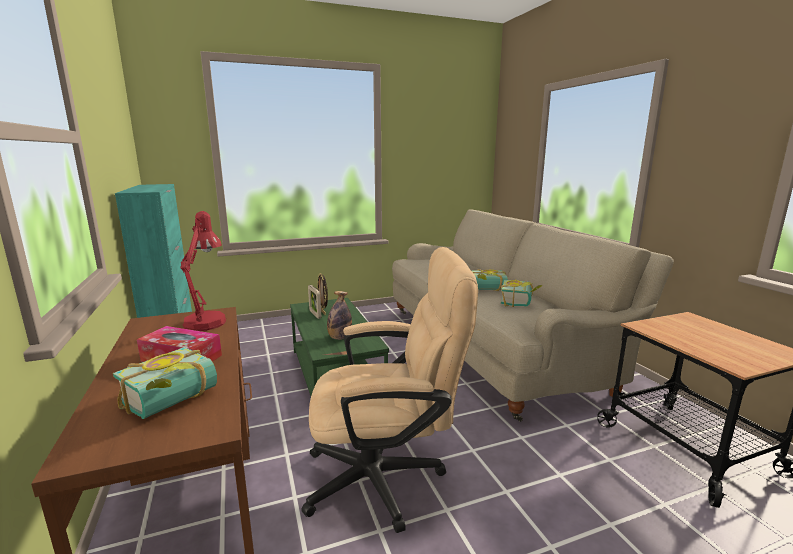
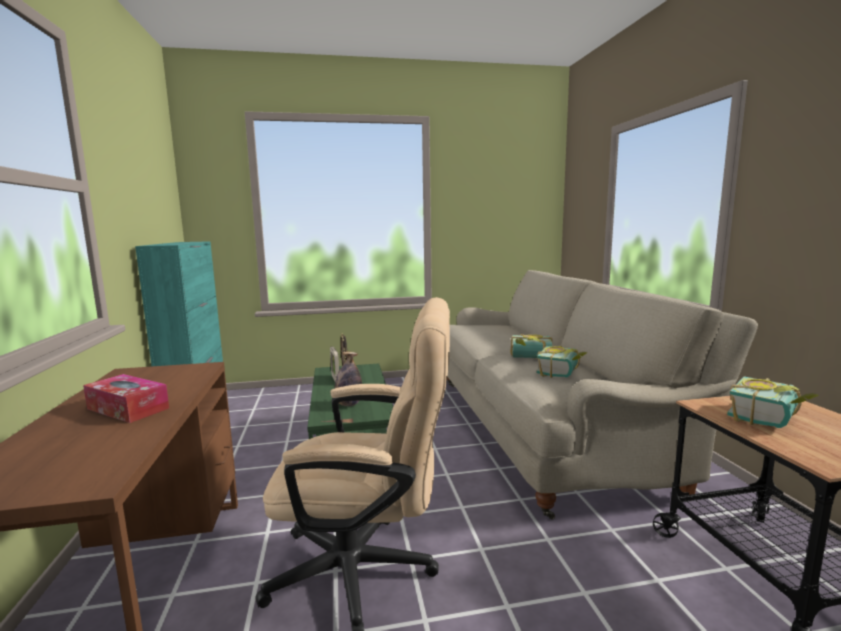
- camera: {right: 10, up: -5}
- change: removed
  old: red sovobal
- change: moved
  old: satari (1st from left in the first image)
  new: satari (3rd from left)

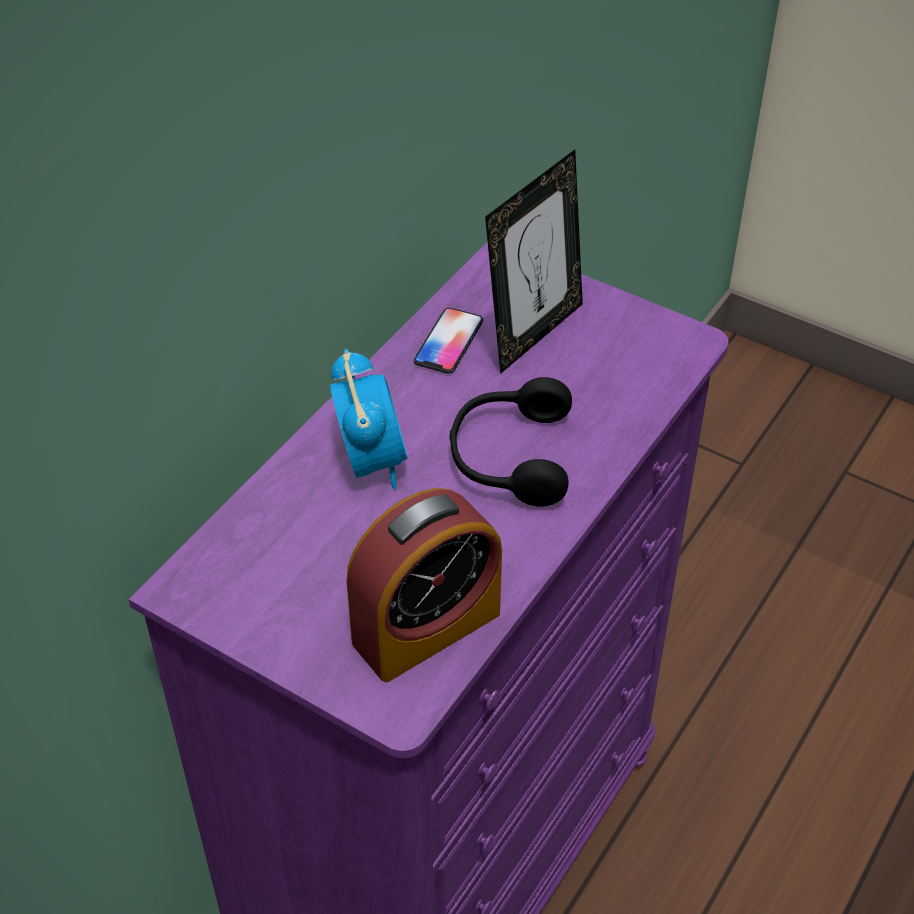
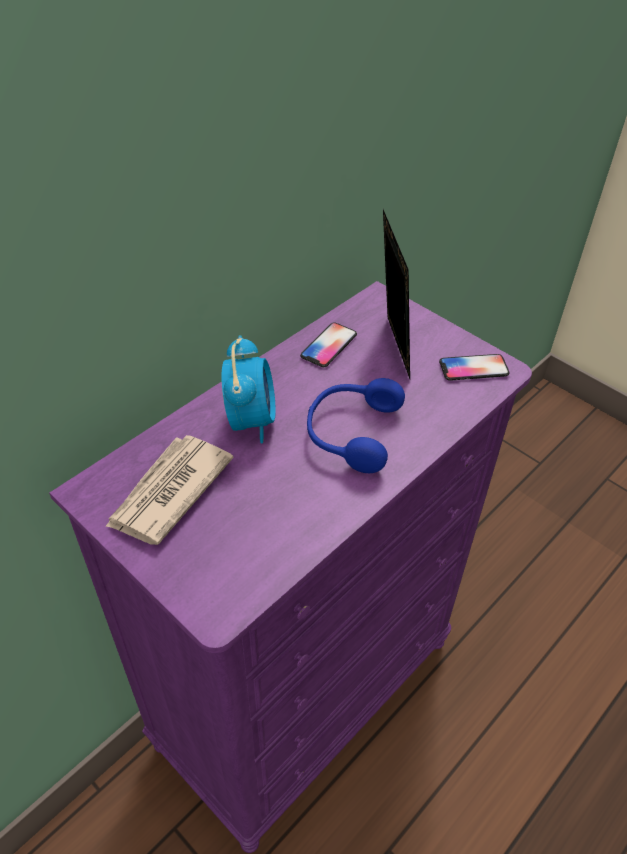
- camera: {right: 10, up: 0}
- change: turned
  old: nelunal
  degrees: -60
- change: recoloured
  old: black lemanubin
  new: blue lemanubin
- change: removed
  old: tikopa (2nd from left)
- change: added
  new: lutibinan (2nd from left)
- change: added
  new: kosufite

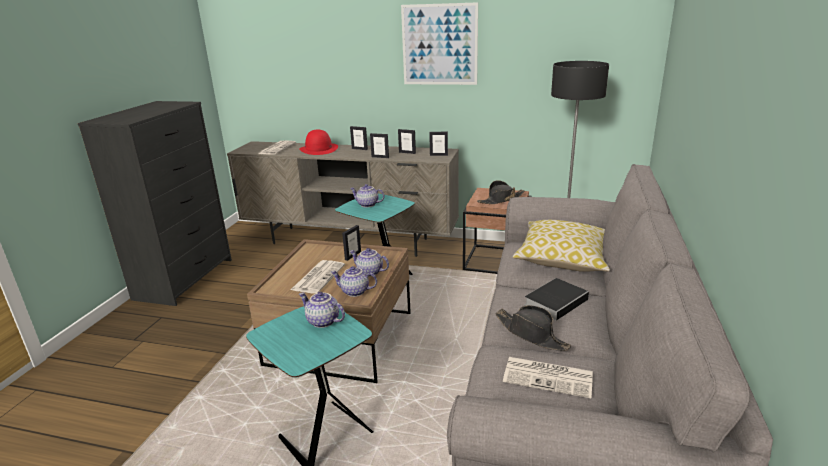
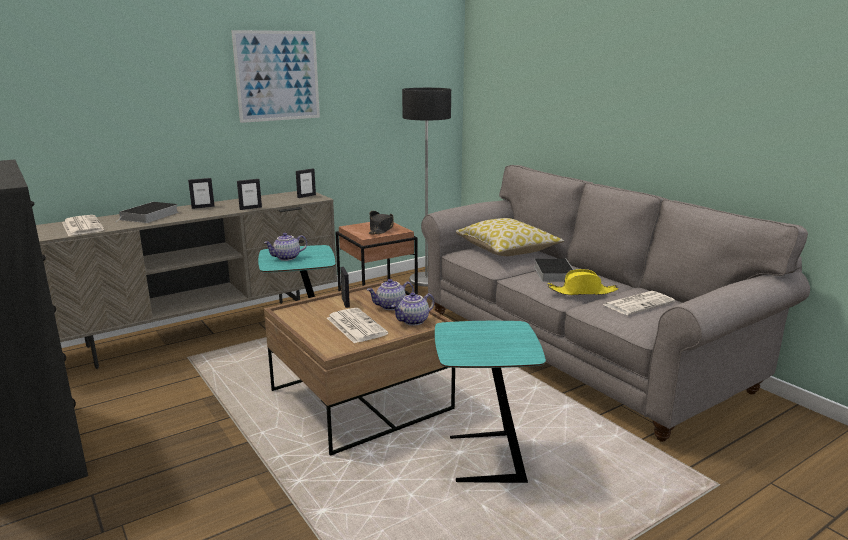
- camera: {right: -50, up: -5}
- change: removed
  old: nelunal (4th from left)
- change: replaced
  old: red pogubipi
  new: satari (1st from left)
- change: removed
  old: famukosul (1st from left)
- change: recoloured
  old: black pogubipi (2nd from left)
  new: yellow pogubipi

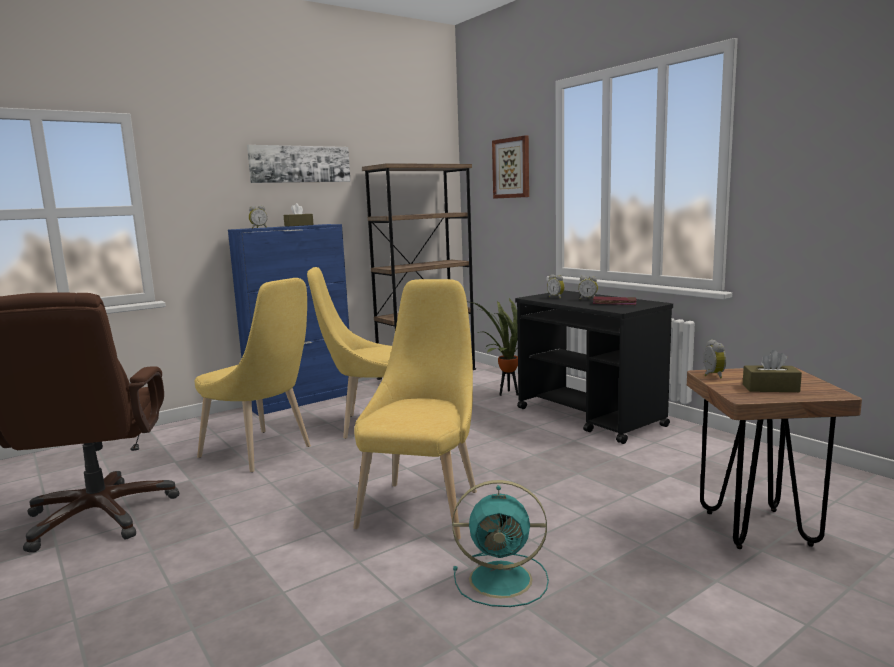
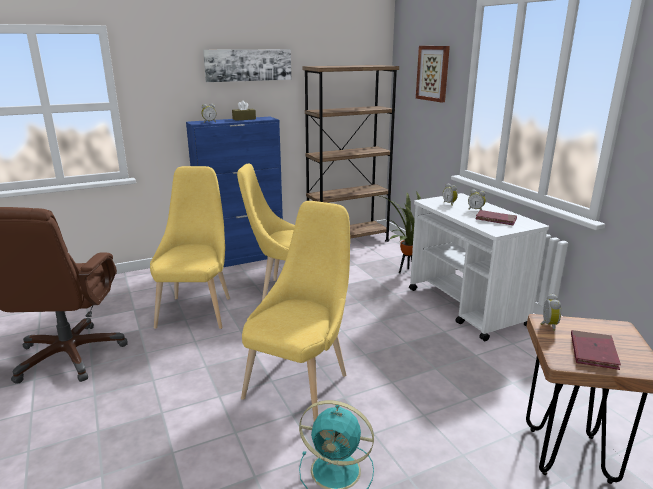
- camera: {right: 10, up: 10}
- change: turned
  old: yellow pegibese (1st from left)
  degrees: -135
- change: recoloured
  old: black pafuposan
  new: white pafuposan
- change: replaced
  old: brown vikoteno (2nd from left)
  new: red satari (2nd from left)

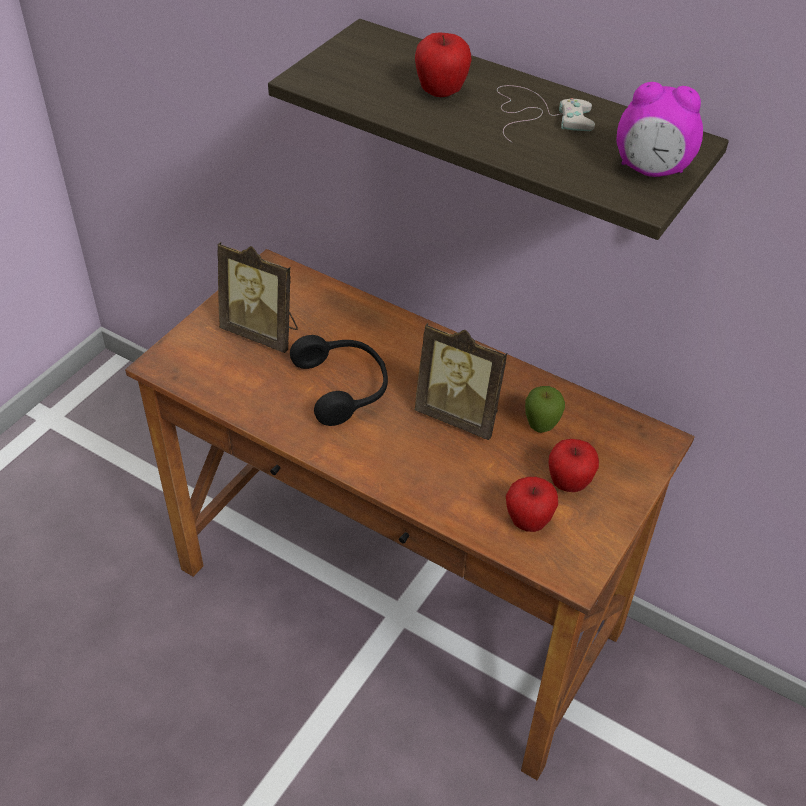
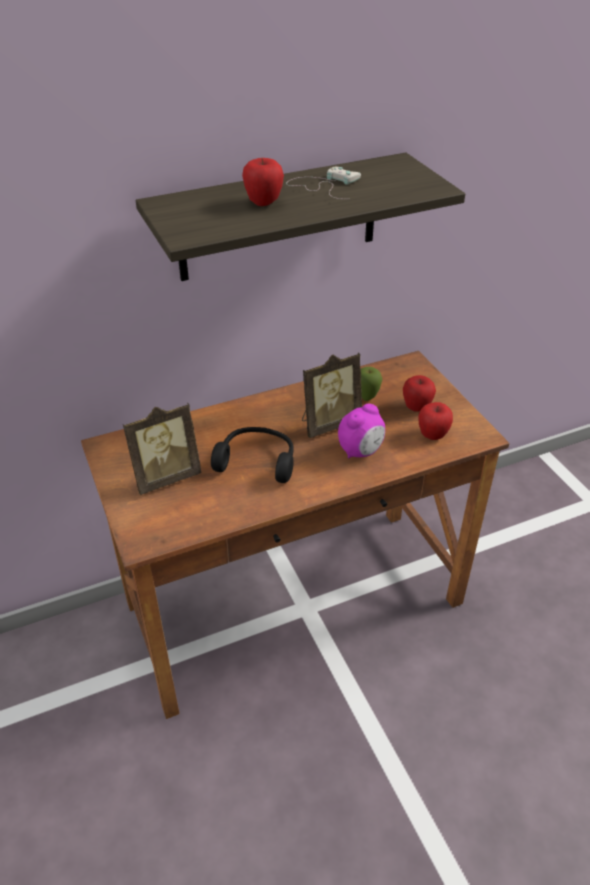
- camera: {right: -55, up: -5}
- change: moved
  old: tikopa

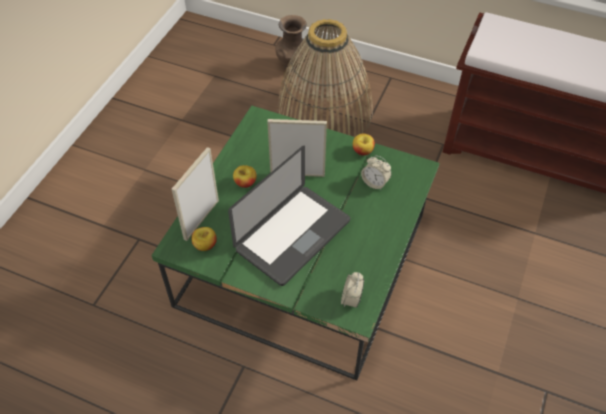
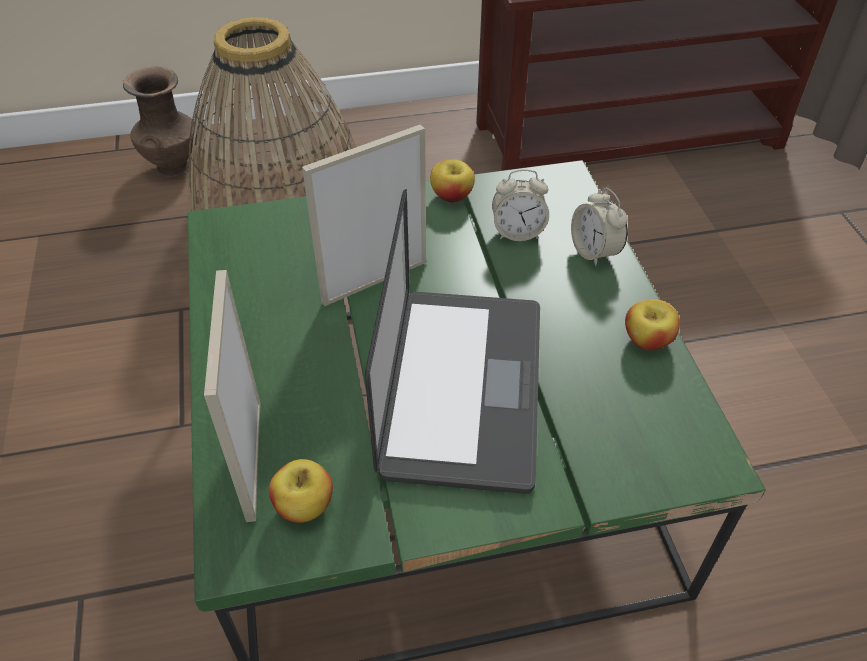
- camera: {right: -35, up: -5}
- change: moved
  old: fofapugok (2nd from left in the first image)
  new: fofapugok (3rd from left)
- change: moved
  old: tikopa (1st from left in the first image)
  new: tikopa (2nd from left)

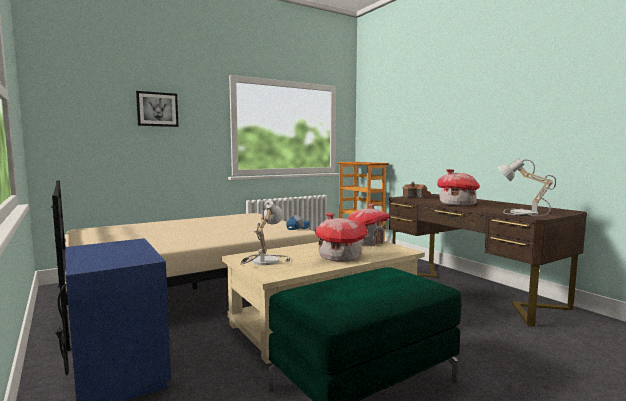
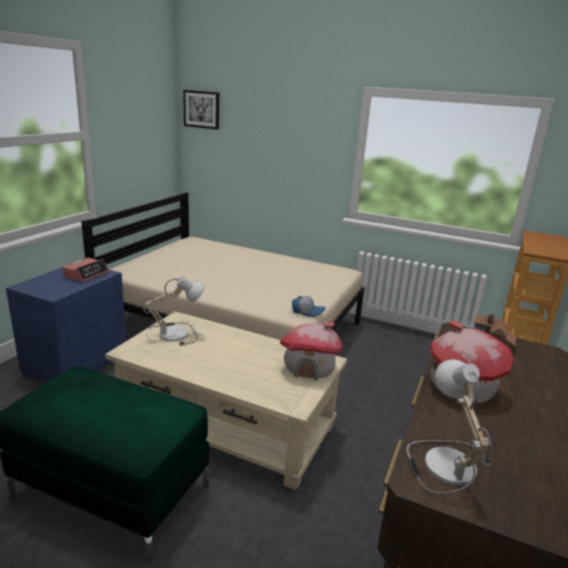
- camera: {right: 55, up: 15}
- change: moved
  old: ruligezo
- change: removed
  old: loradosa (1st from left)
- change: added
  new: tikopa

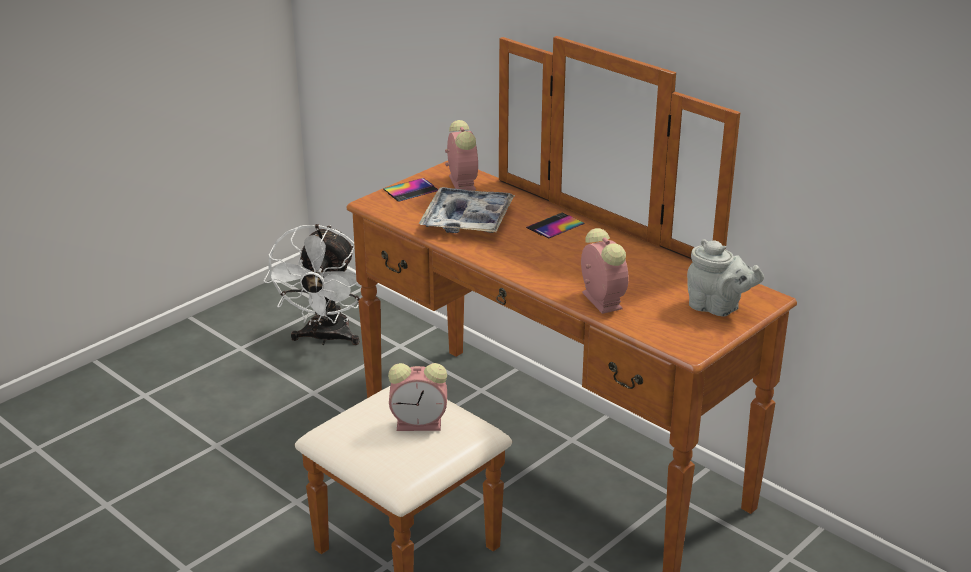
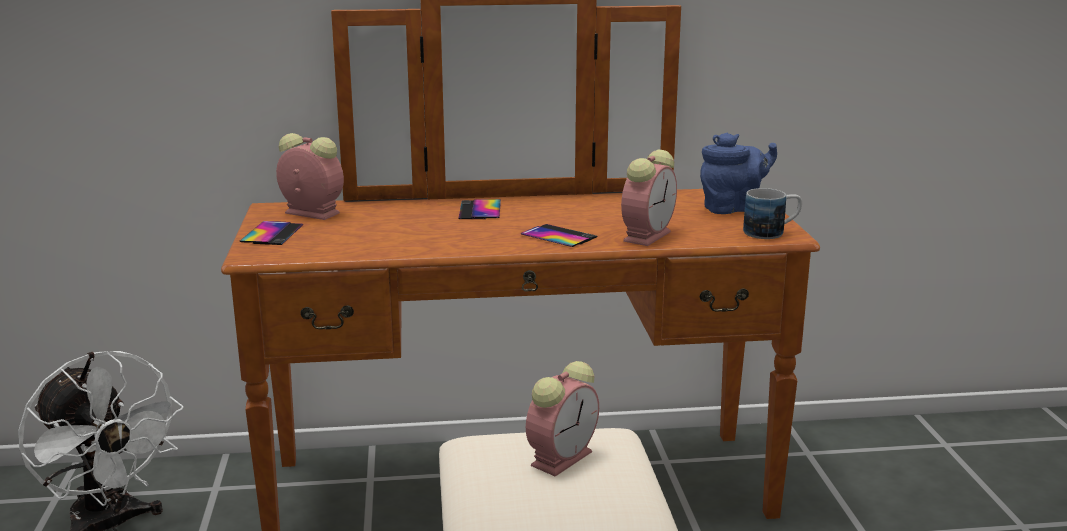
- camera: {right: -50, up: -10}
- change: removed
  old: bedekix
- change: turned
  old: tikopa (3rd from left)
  degrees: 105
- change: recoloured
  old: grey famukosul
  new: blue famukosul
- change: added
  new: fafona
- change: added
  new: lutibinan (3rd from left)

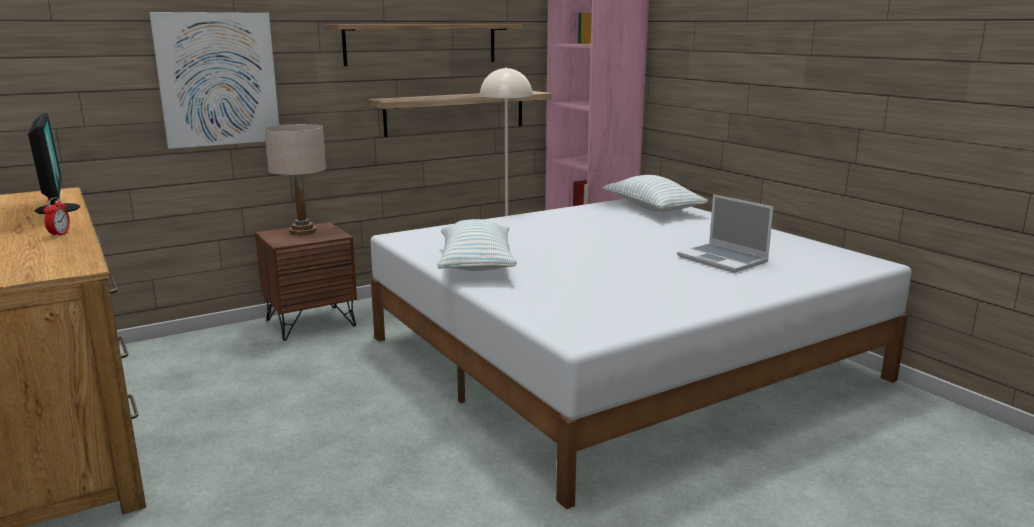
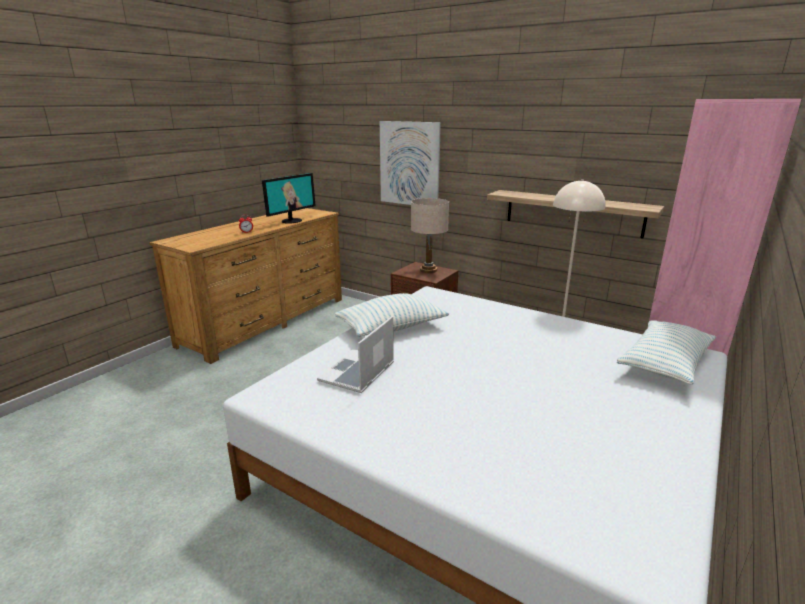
- camera: {right: 65, up: 5}
- change: removed
  old: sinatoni (1st from left)
- change: moved
  old: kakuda

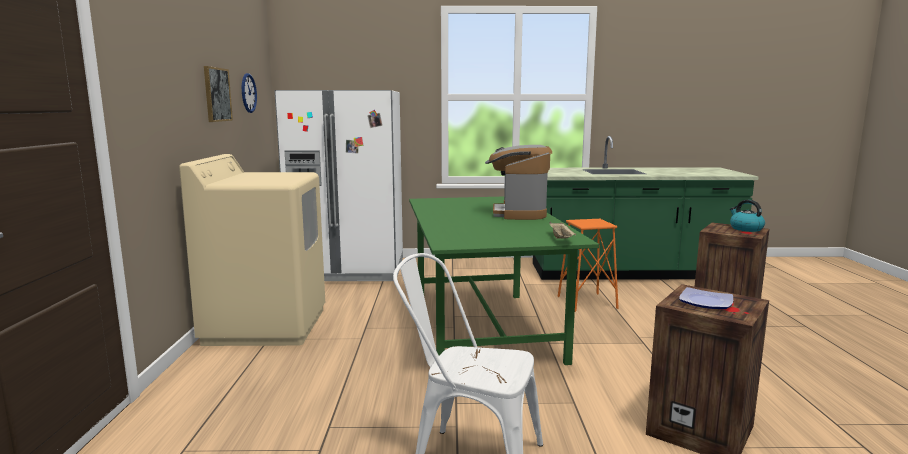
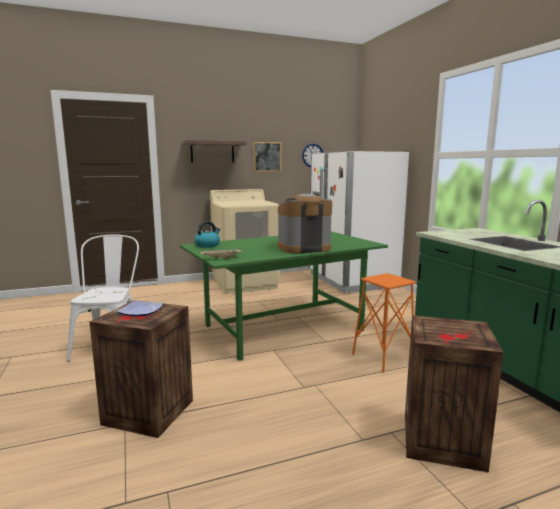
- camera: {right: 70, up: 0}
- change: moved
  old: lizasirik
- change: added
  new: sinatoni

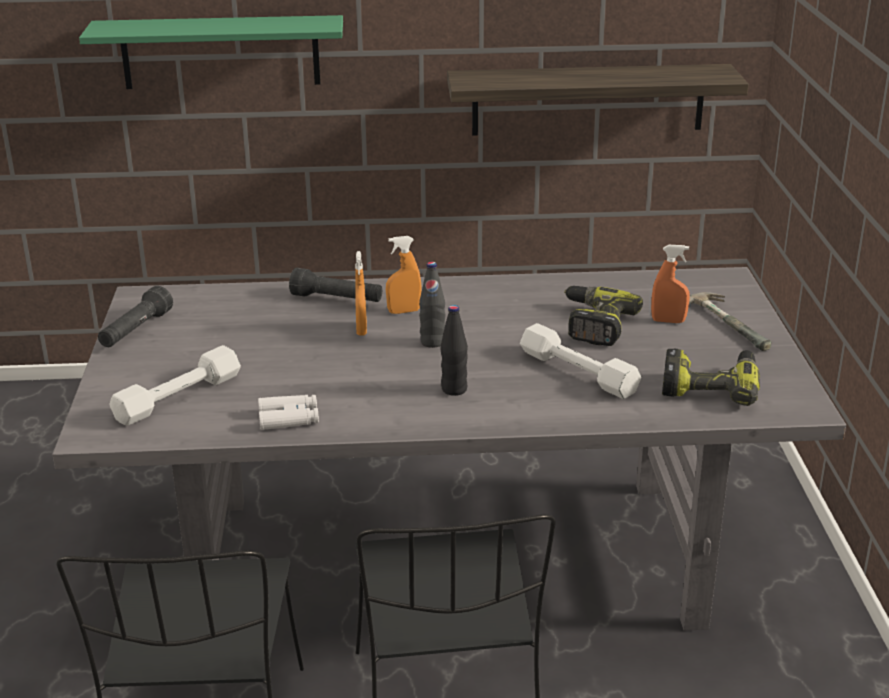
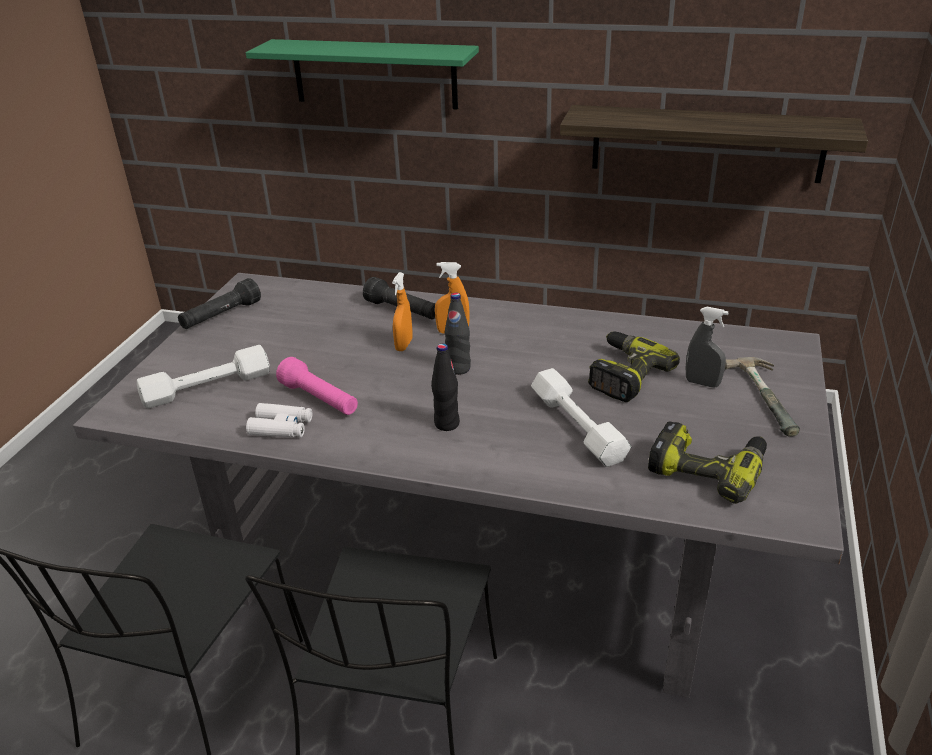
- camera: {right: 20, up: 5}
- change: recoloured
  old: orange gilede (3rd from left)
  new: grey gilede
- change: added
  new: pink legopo

